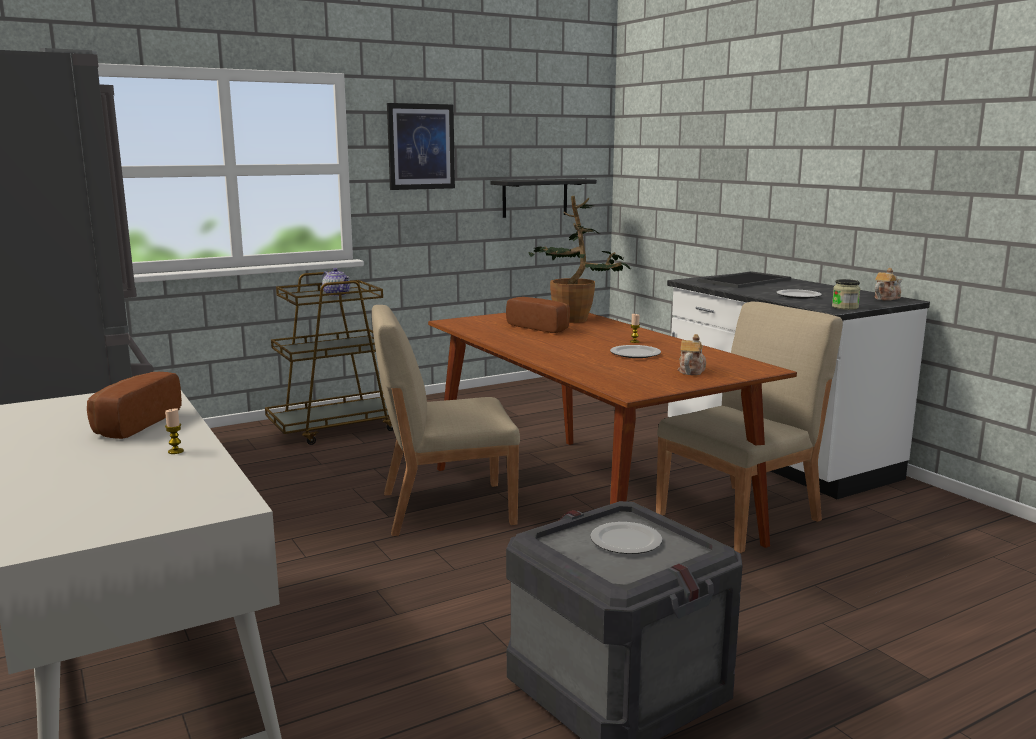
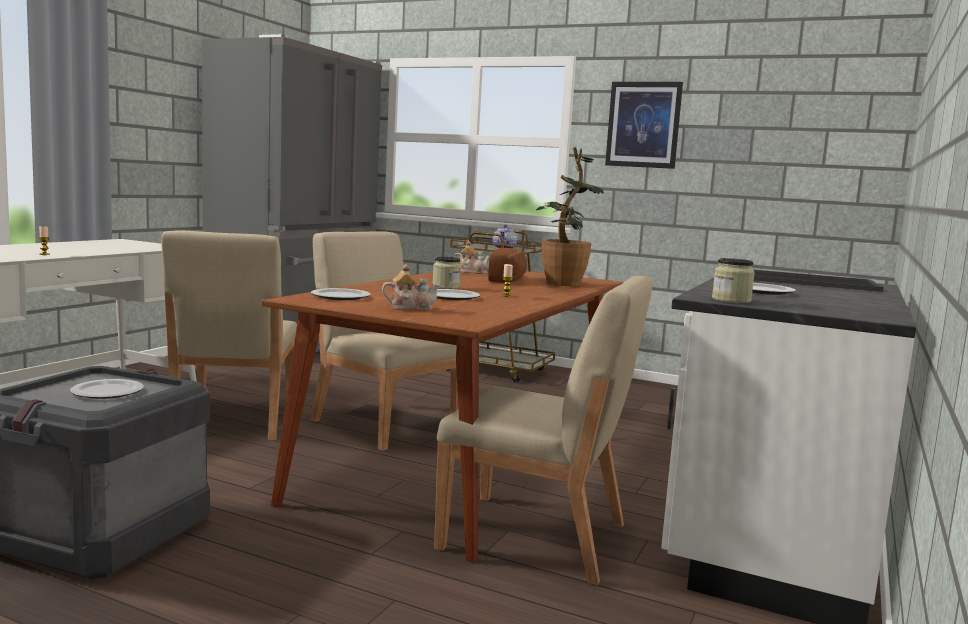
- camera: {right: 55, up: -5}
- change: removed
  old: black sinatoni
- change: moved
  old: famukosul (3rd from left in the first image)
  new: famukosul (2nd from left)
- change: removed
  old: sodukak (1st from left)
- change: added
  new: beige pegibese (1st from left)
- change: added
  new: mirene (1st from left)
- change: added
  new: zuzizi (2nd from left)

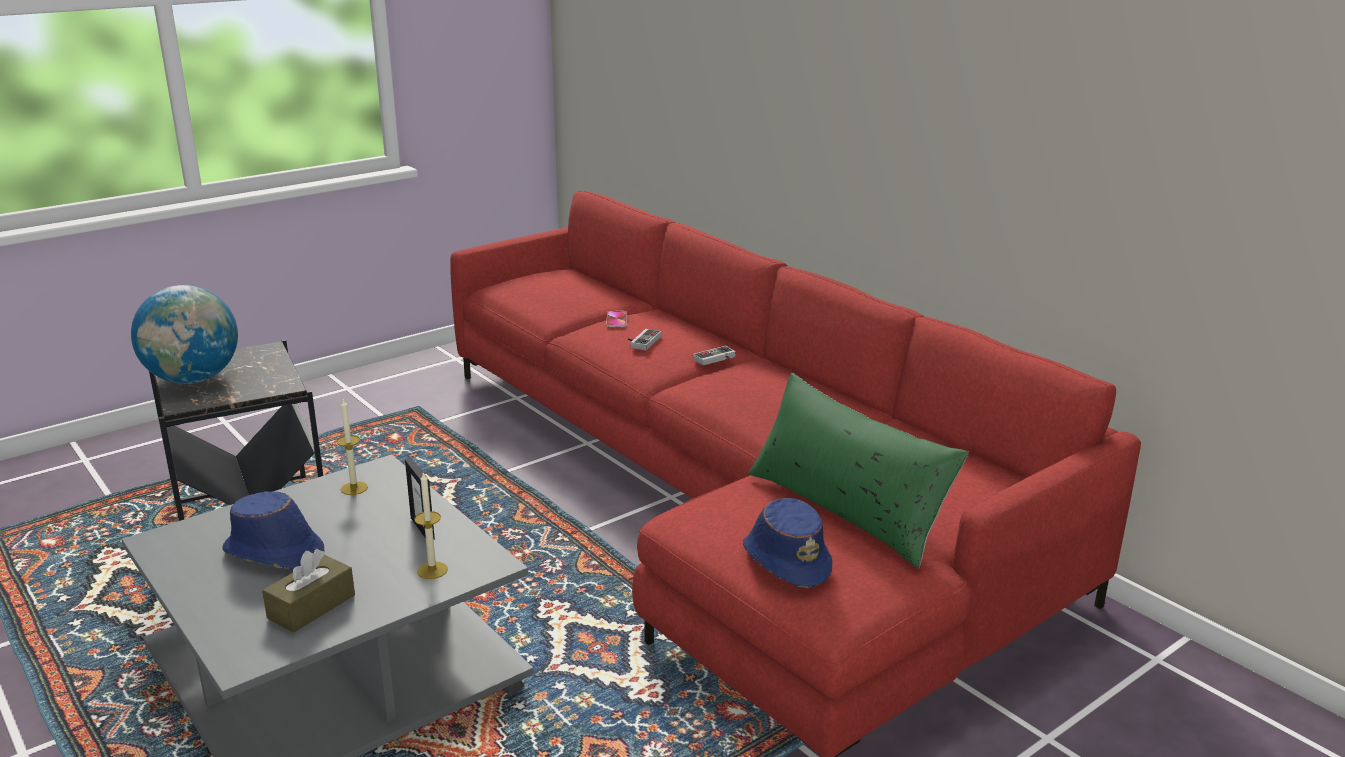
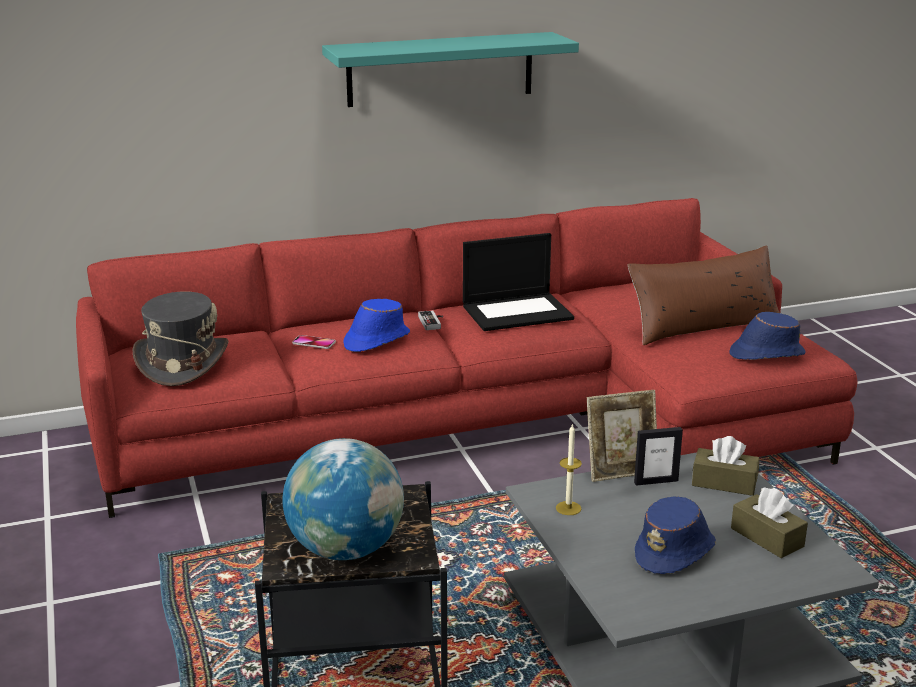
- camera: {right: -70, up: 0}
- change: replaced
  old: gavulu (1st from left)
  new: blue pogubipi (1st from left)
- change: recoloured
  old: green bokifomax
  new: brown bokifomax
- change: replaced
  old: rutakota (2nd from left)
  new: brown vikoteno (1st from left)
- change: added
  new: turquoise sinatoni
- change: added
  new: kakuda
- change: added
  new: grey pogubipi
- change: added
  new: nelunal (1st from left)

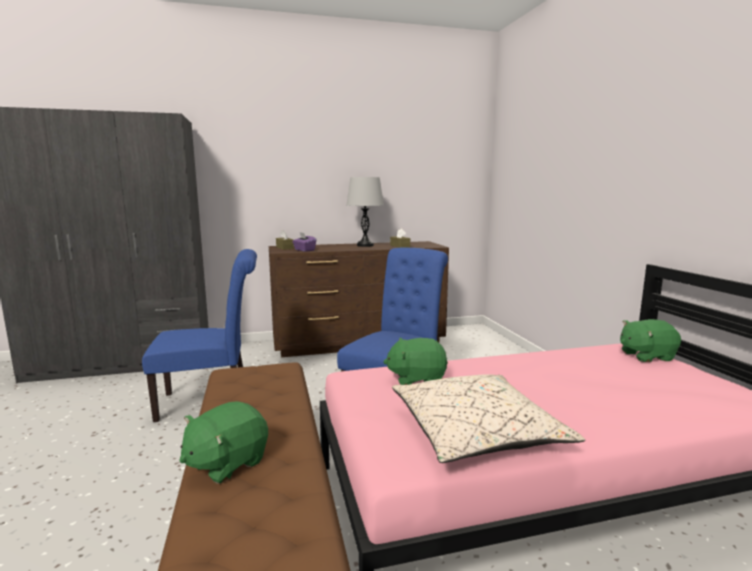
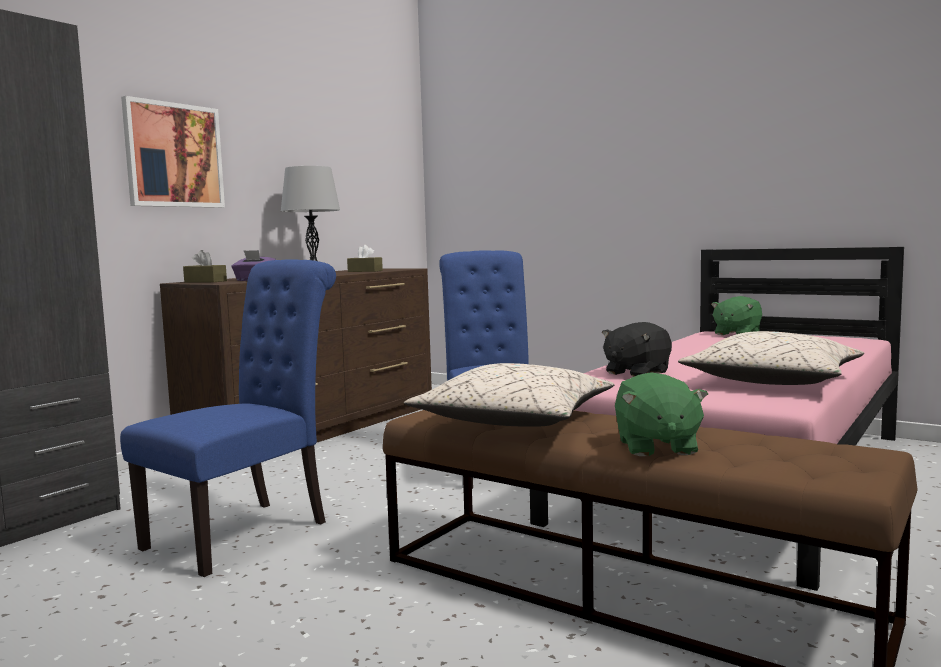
- camera: {right: -40, up: -5}
- change: recoloured
  old: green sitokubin (2nd from left)
  new: black sitokubin
- change: added
  new: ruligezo
- change: added
  new: beige bokifomax (1st from left)

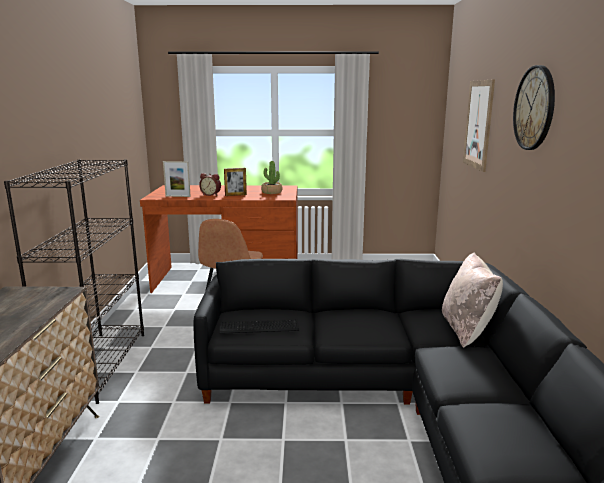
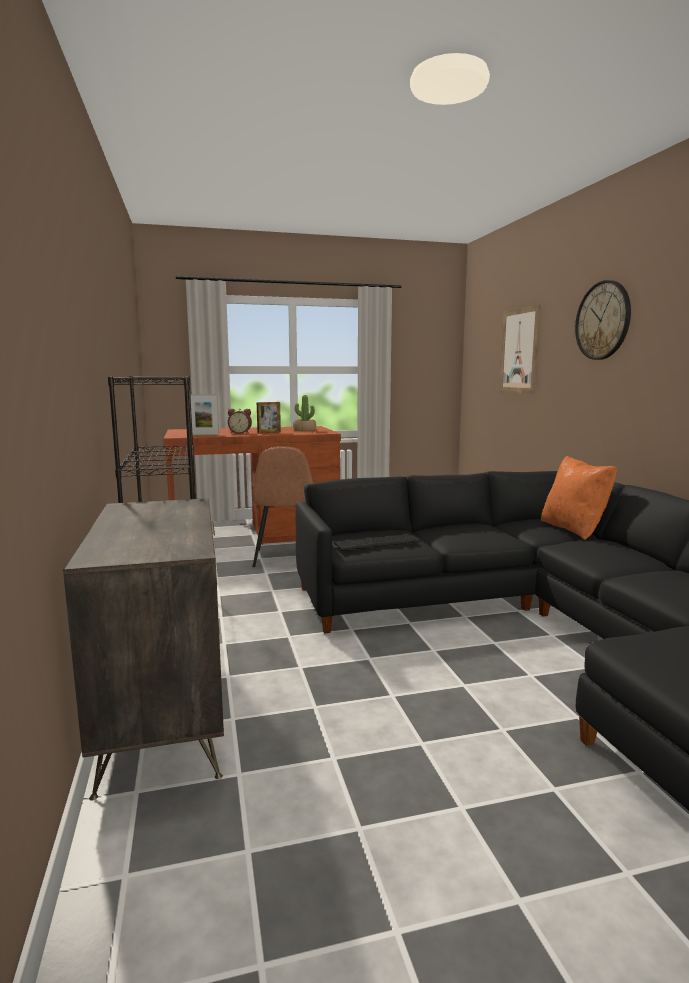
- camera: {right: -15, up: -5}
- change: recoloured
  old: beige bokifomax
  new: orange bokifomax

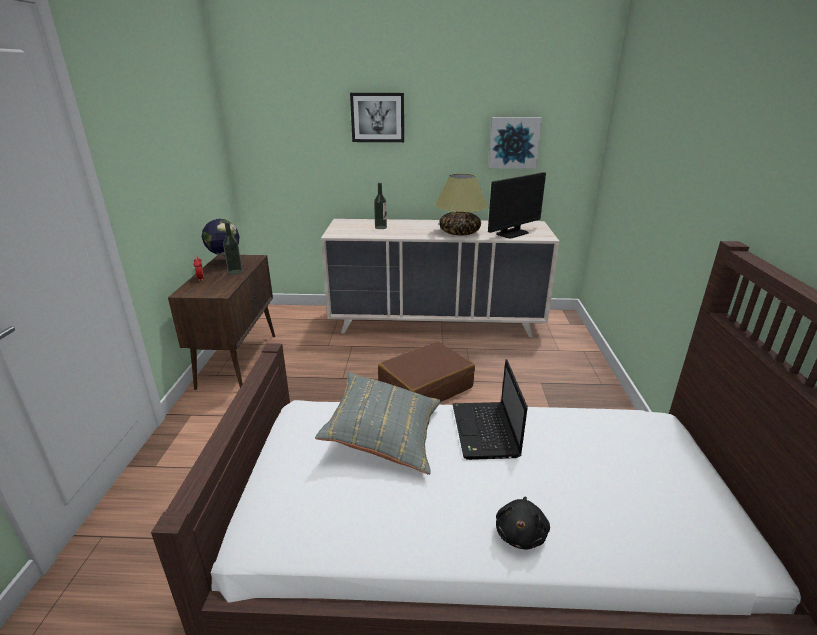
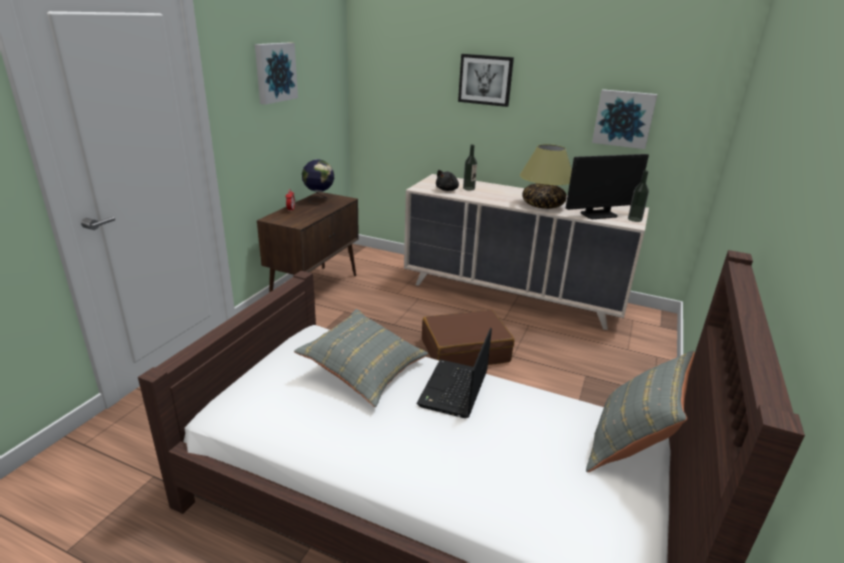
- camera: {right: 20, up: 0}
- change: moved
  old: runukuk (1st from left in the first image)
  new: runukuk (2nd from left)
- change: moved
  old: black sitokubin
- change: added
  new: ruligezo (1st from left)
- change: added
  new: grey bokifomax (2nd from left)

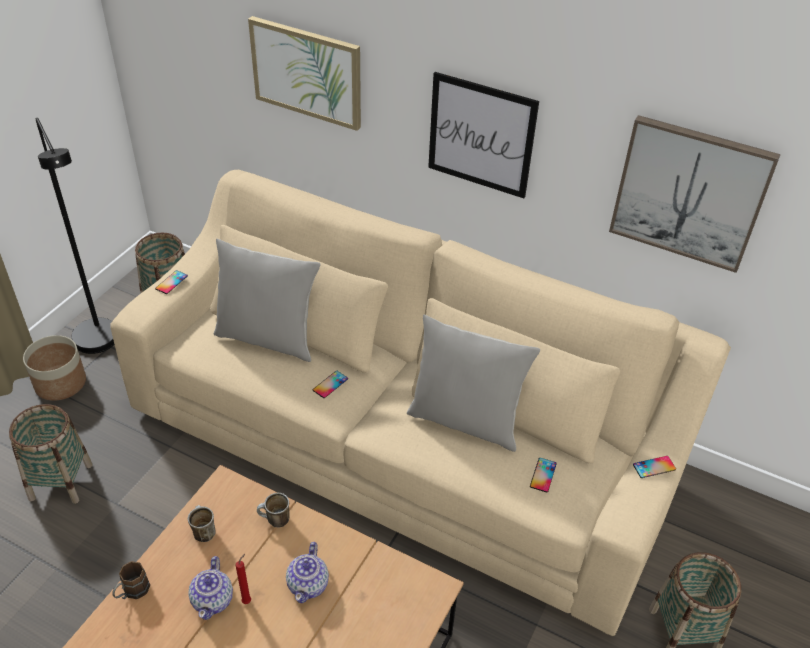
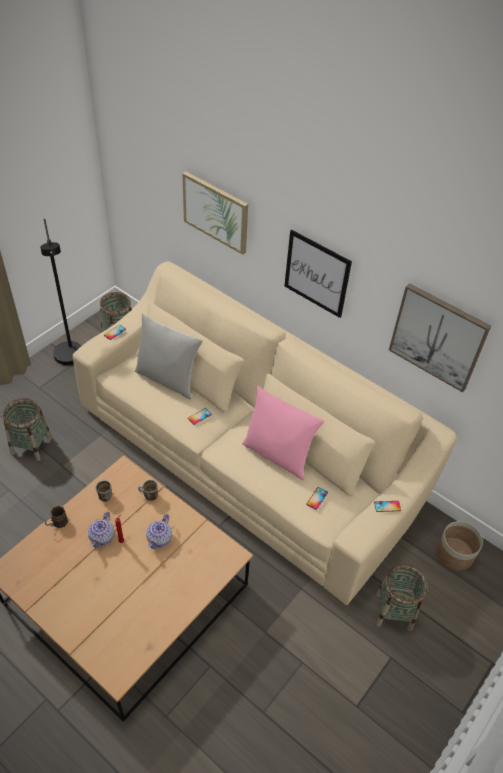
- camera: {right: 10, up: 5}
- change: recoloured
  old: grey bokifomax (2nd from left)
  new: pink bokifomax
- change: moved
  old: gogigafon

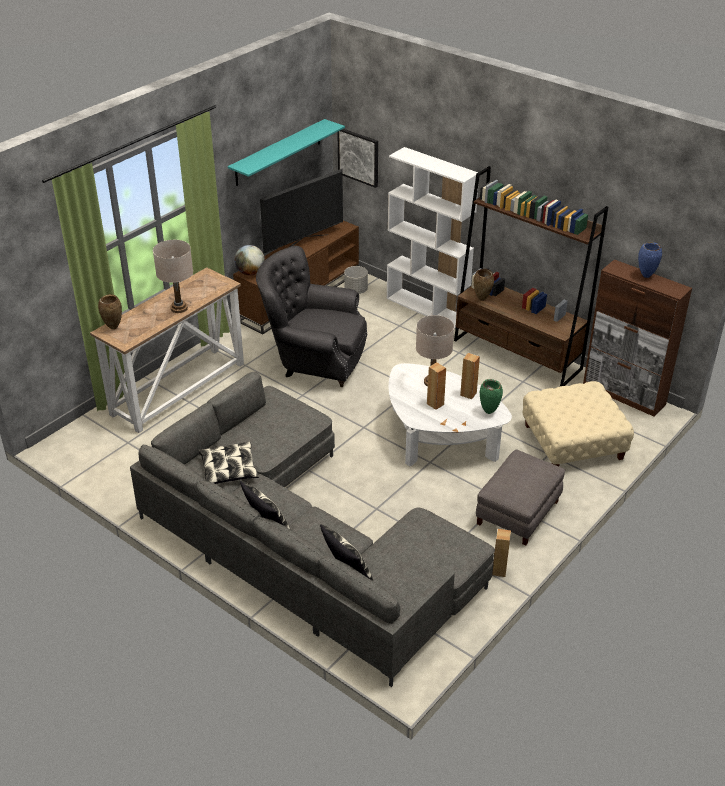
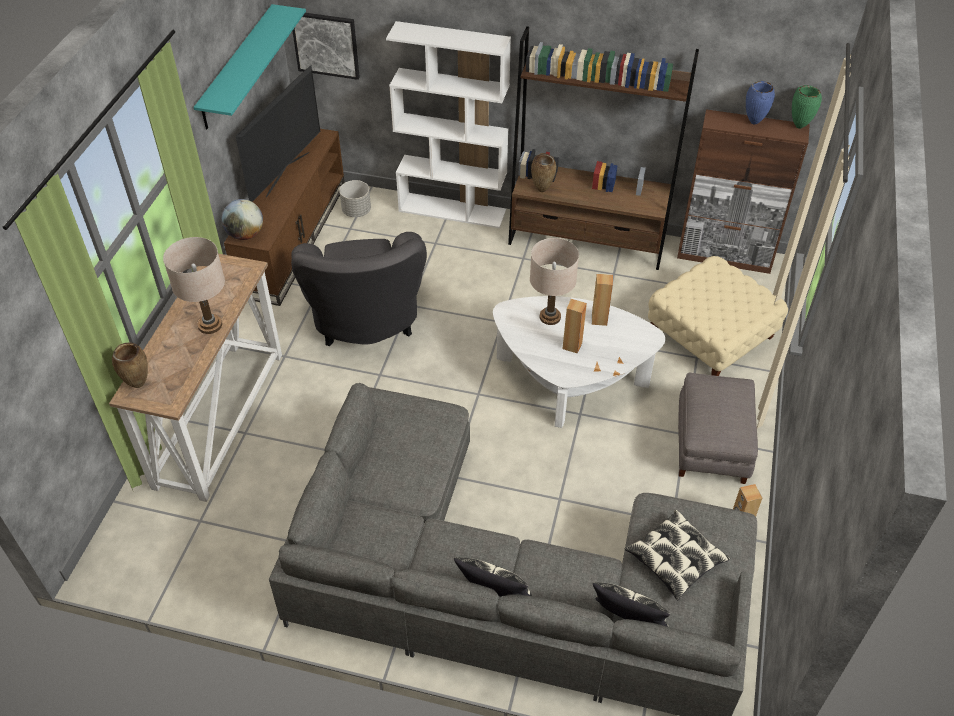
- camera: {right: -25, up: 10}
- change: turned
  old: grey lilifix
  degrees: -90
- change: moved
  old: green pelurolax
- change: moved
  old: bokifomax (1st from left in the first image)
  new: bokifomax (3rd from left)

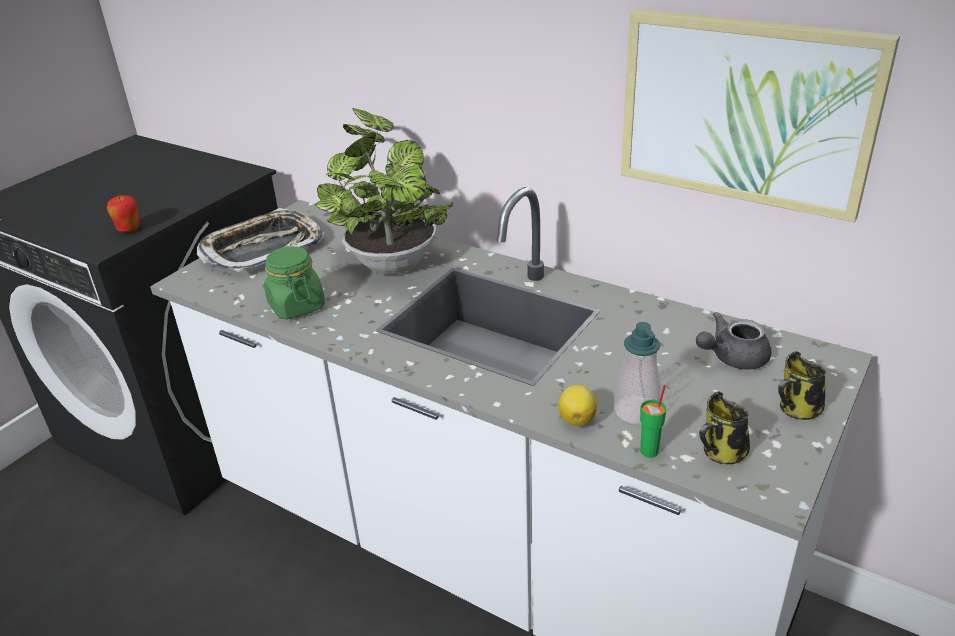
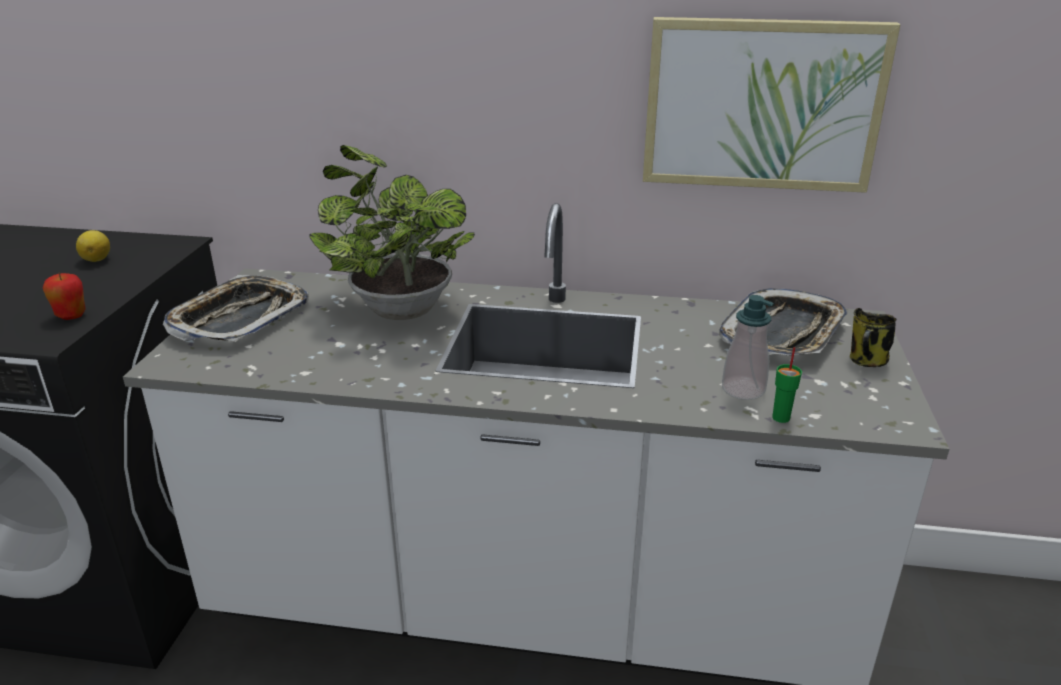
- camera: {right: -25, up: -5}
- change: removed
  old: green mirene
- change: replaced
  old: grey famukosul
  new: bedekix (2nd from left)
- change: moved
  old: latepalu
- change: removed
  old: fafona (1st from left)

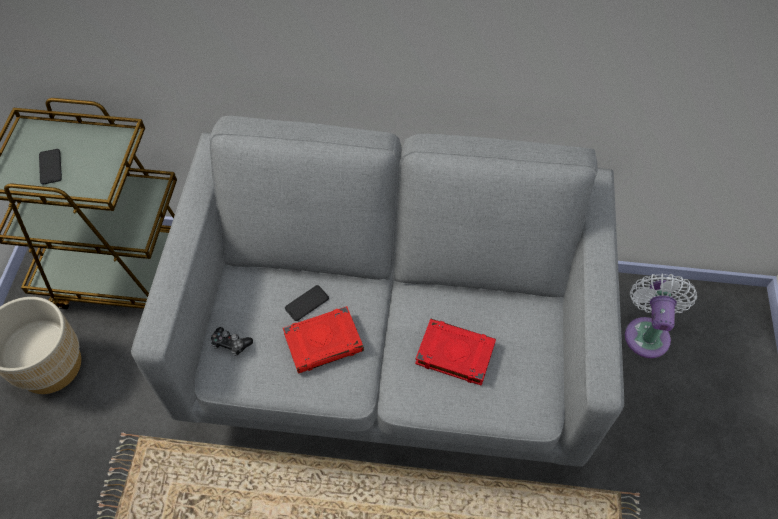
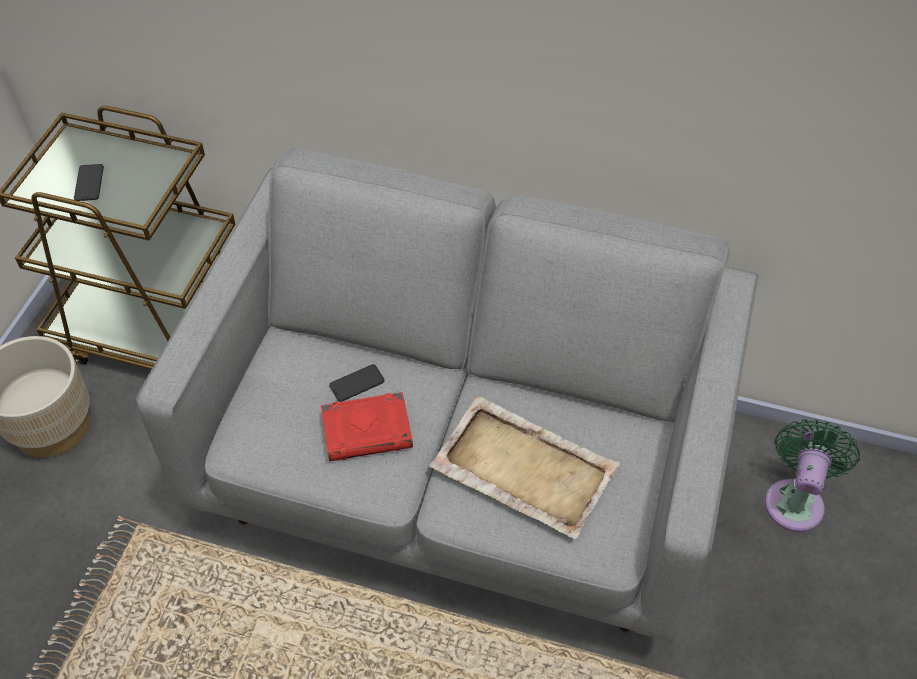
- camera: {right: 10, up: -5}
- change: recoloured
  old: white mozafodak
  new: green mozafodak
- change: replaced
  old: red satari (2nd from left)
  new: beige bedekix
- change: removed
  old: gavulu

